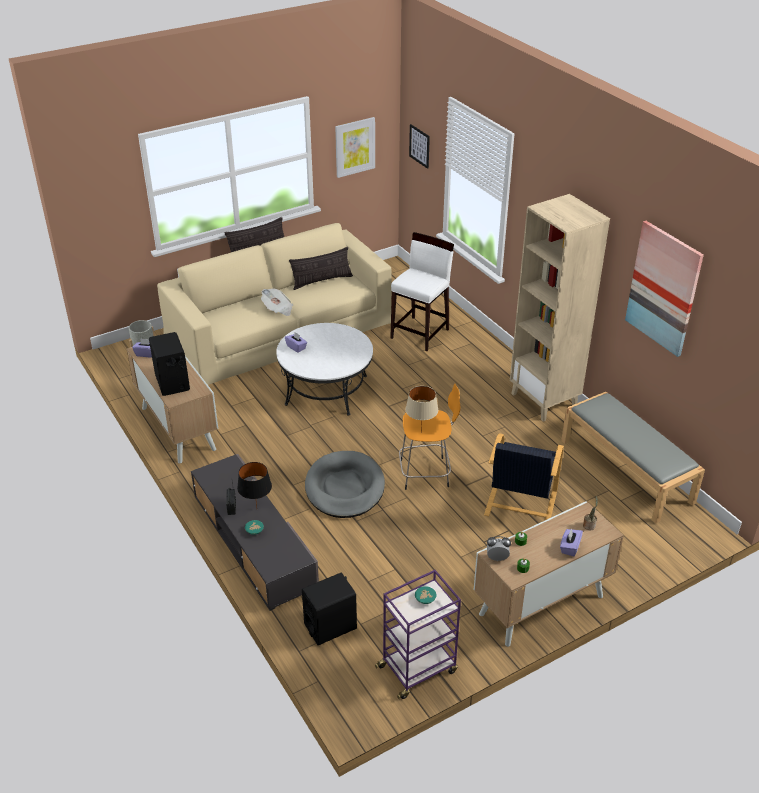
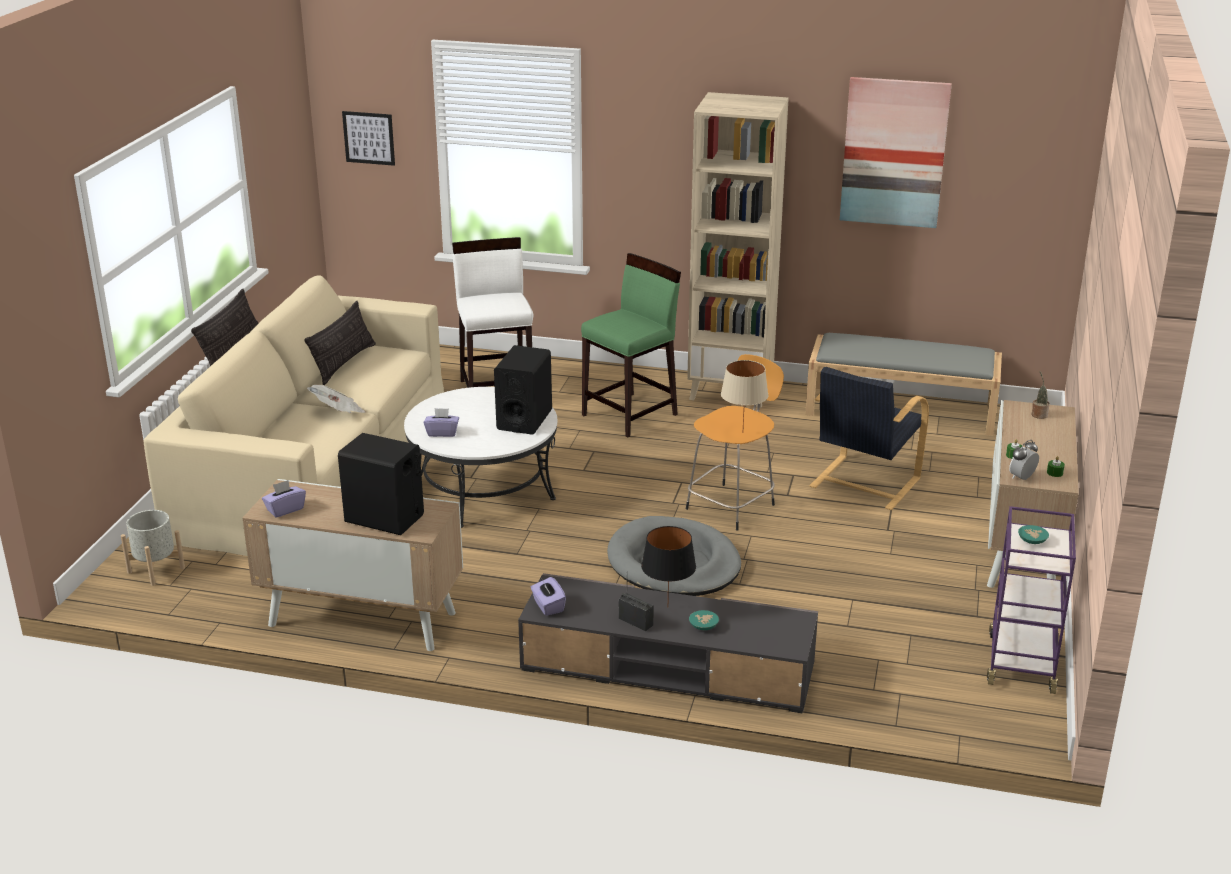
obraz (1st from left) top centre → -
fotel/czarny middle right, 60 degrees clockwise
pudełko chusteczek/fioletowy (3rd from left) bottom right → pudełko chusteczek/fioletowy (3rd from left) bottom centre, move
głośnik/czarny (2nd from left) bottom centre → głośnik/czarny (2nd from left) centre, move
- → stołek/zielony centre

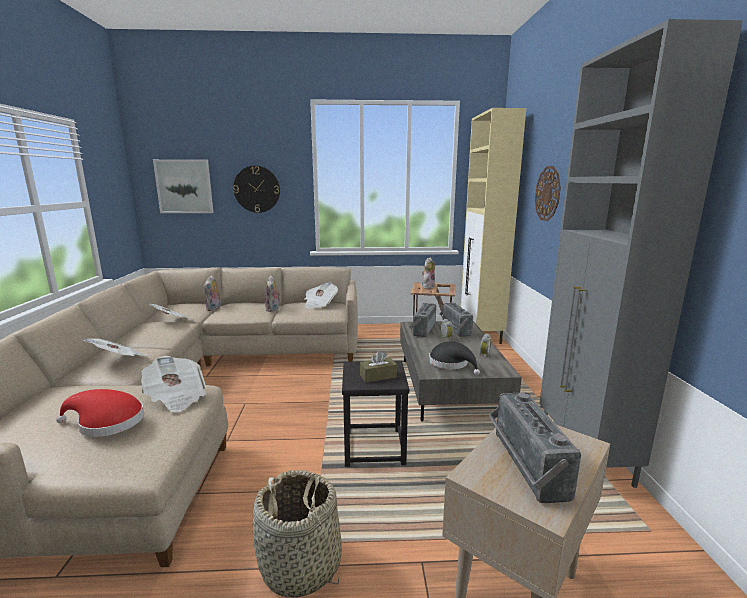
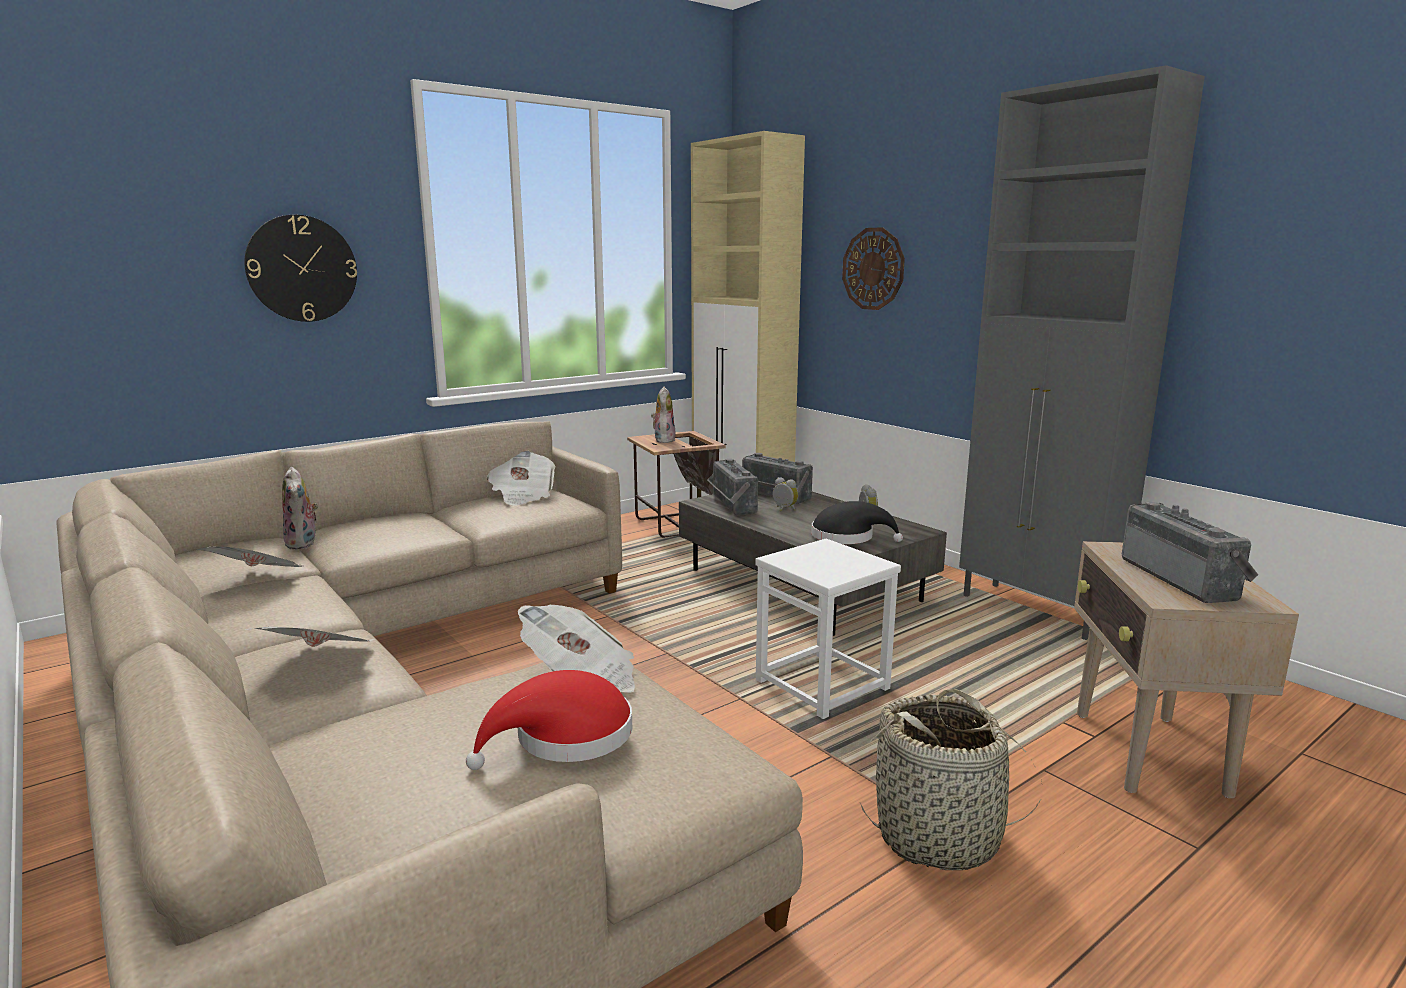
obraz top left → -
pluszak (2nd from left) centre → -
pudełko chusteczek/brązowy centre → -
stołek/czarny bottom centre → stołek/biały centre
radio (3rd from left) bottom right → radio (3rd from left) middle right, 150 degrees counterclockwise

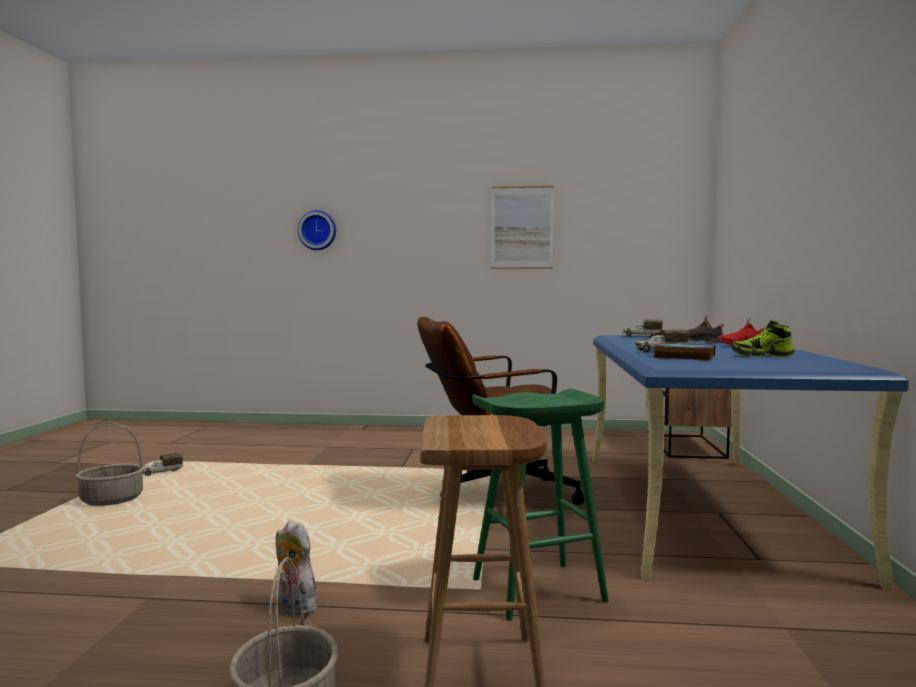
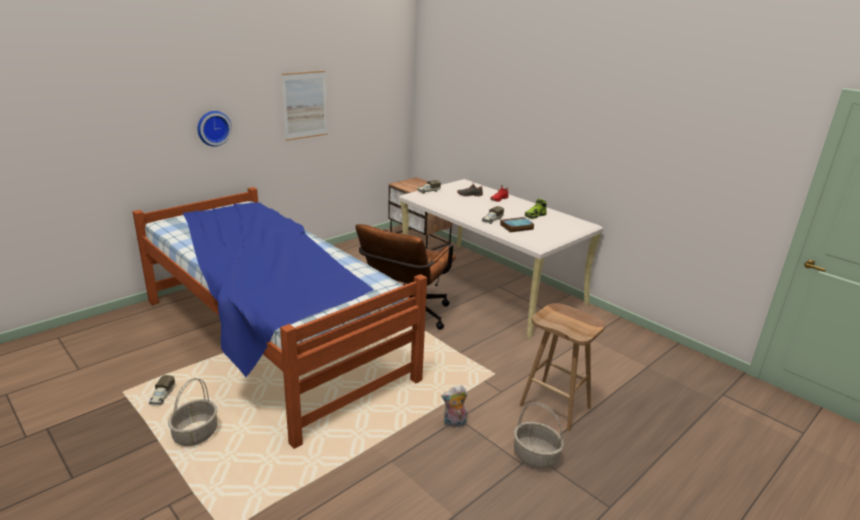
zegar ścienny centre → zegar ścienny top left, move
biurko/niebieski bottom right → biurko/beżowy centre
stołek/zielony bottom centre → -
- → łóżko middle left

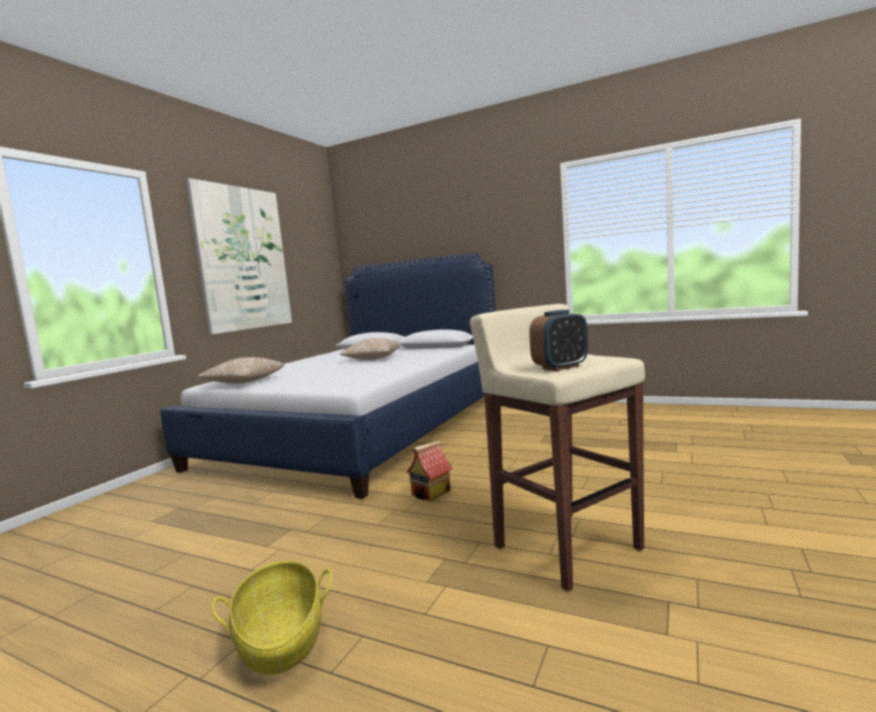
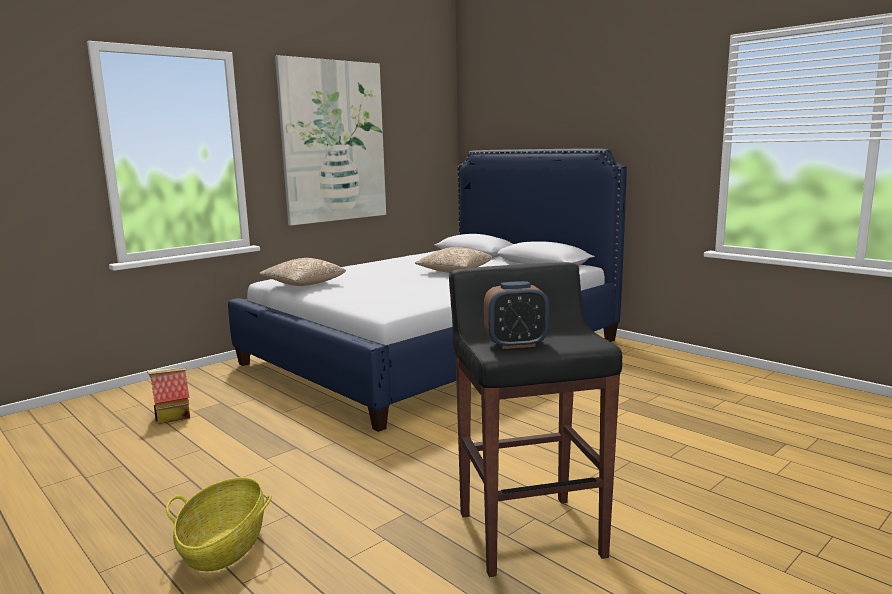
stołek/beżowy centre → stołek/czarny bottom centre
domek centre → domek middle left, move

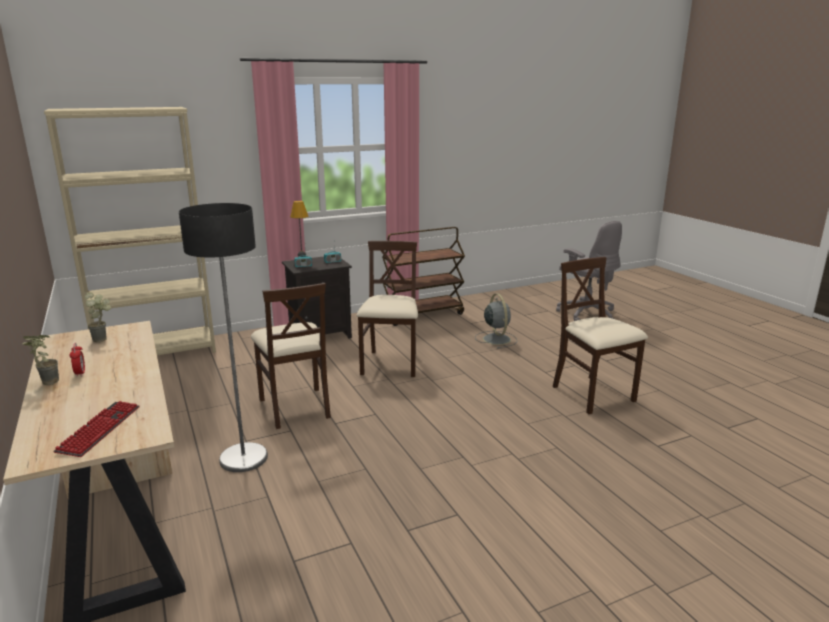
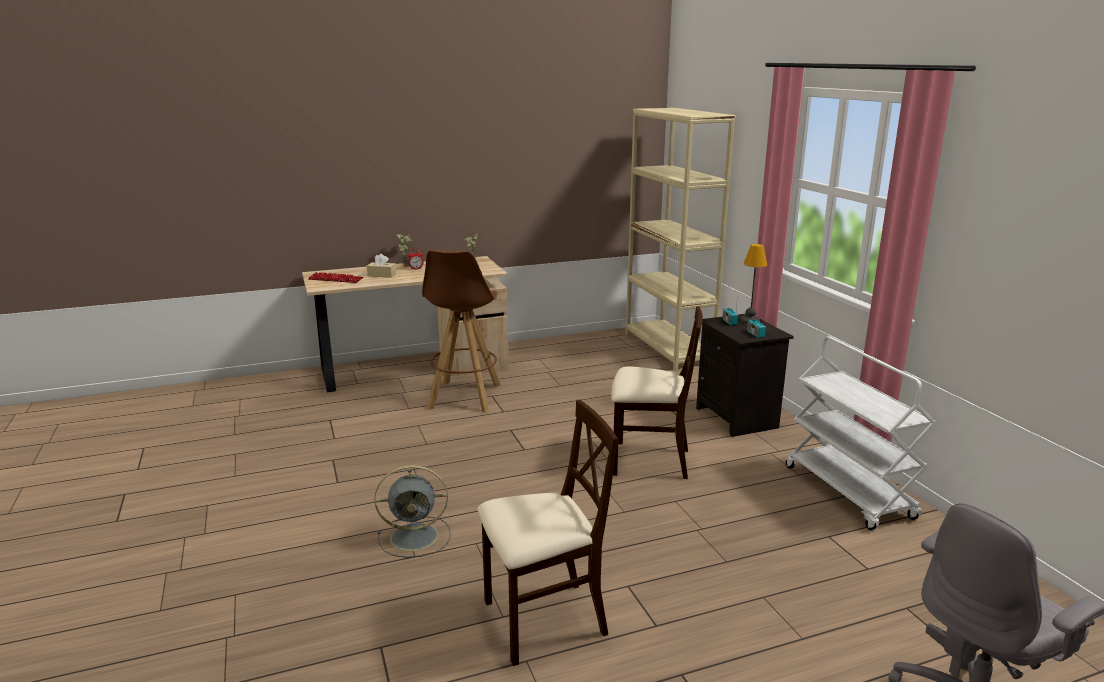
lampa stojąca middle left → stołek/brązowy centre
wózek/brązowy centre → wózek/biały middle right
krzesło/beżowy (1st from left) centre → -
wentylator/szary centre → wentylator/szary bottom centre, move
- → pudełko chusteczek/beżowy centre

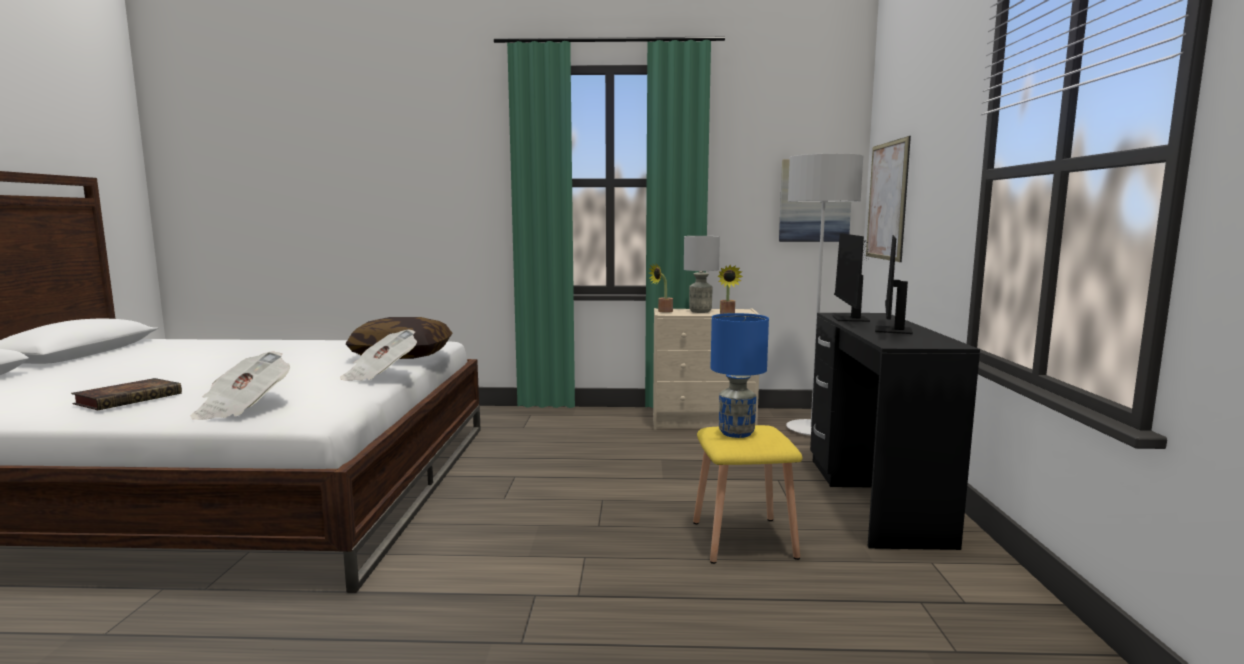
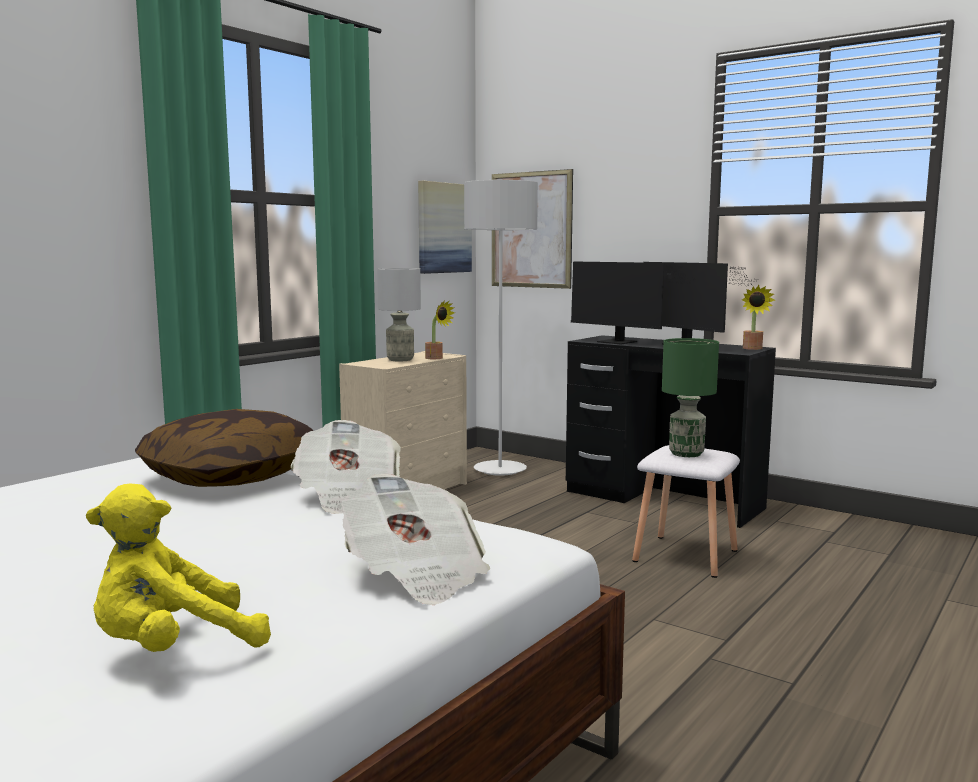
roślina doniczkowa (1st from left in the first image) centre → roślina doniczkowa (2nd from left) middle right, move
lampa stołowa/niebieski centre → lampa stołowa/zielony middle right
książka middle left → pluszak/żółty bottom left
stołek/żółty bottom centre → stołek/biały middle right

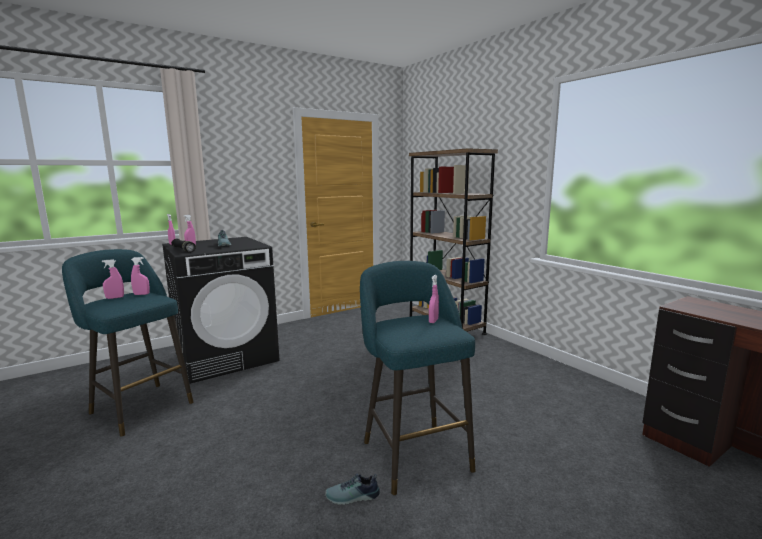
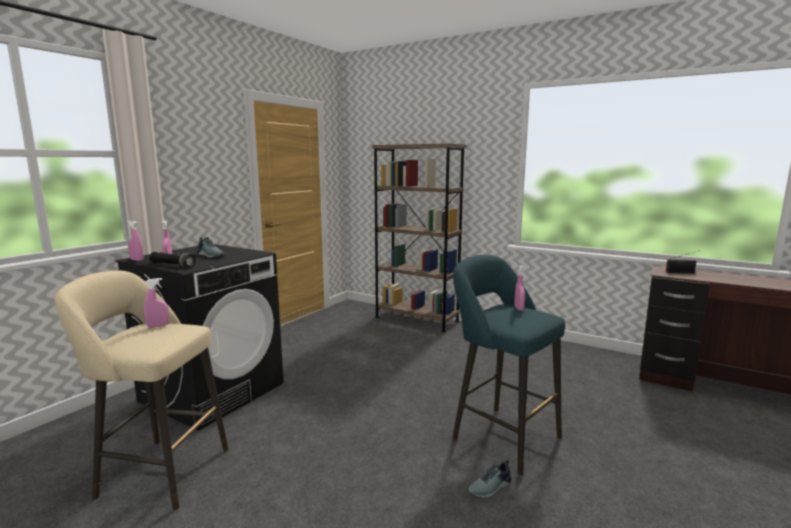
stołek/turkusowy (1st from left) middle left → stołek/beżowy bottom left
spryskiwacz/różowy (1st from left) middle left → -
- → radio middle right

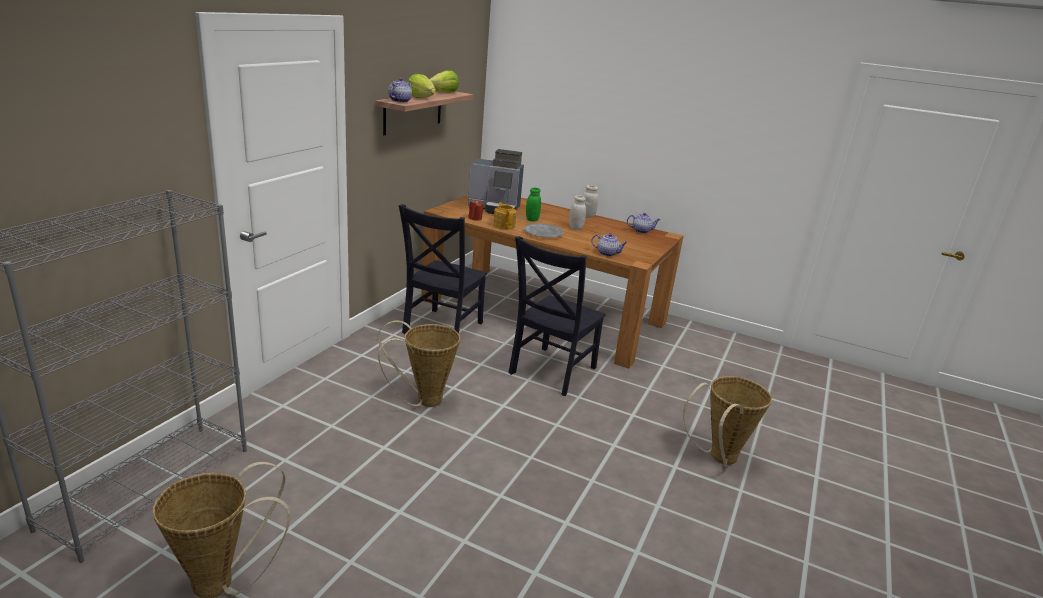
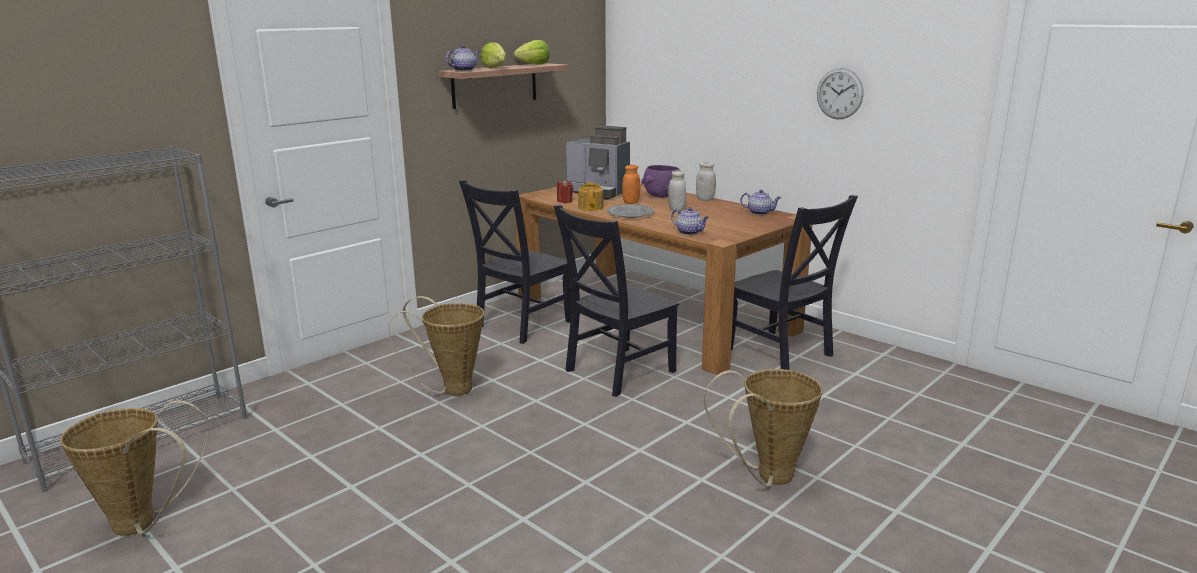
słoik/zielony centre → słoik/pomarańczowy top centre
- → zegar ścienny top right
- → miska/fioletowy top centre
- → krzesło/czarny (3rd from left) centre

